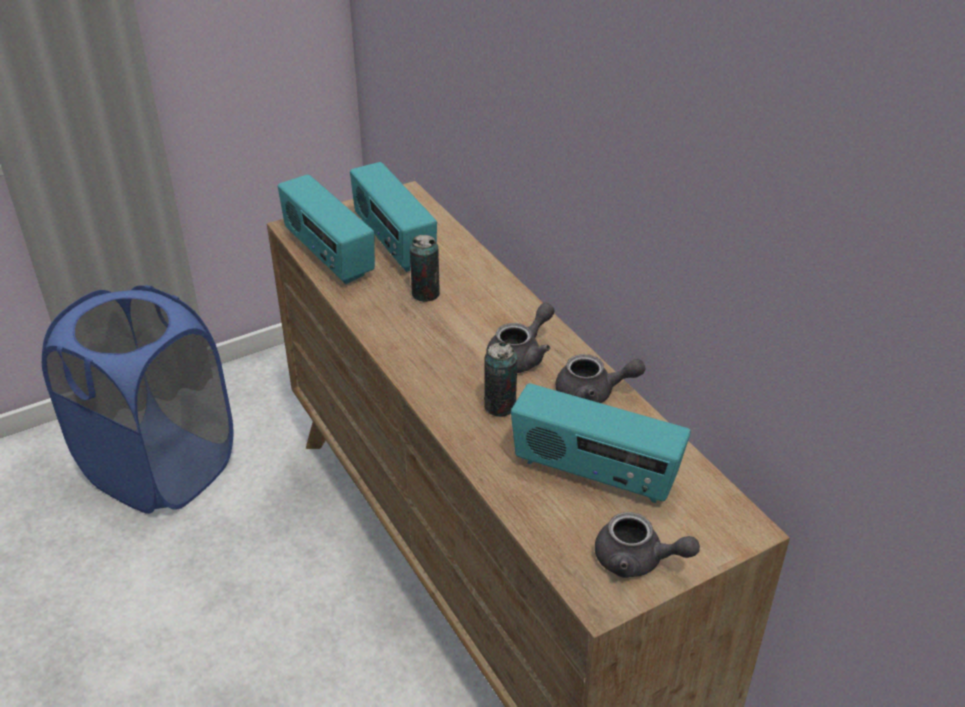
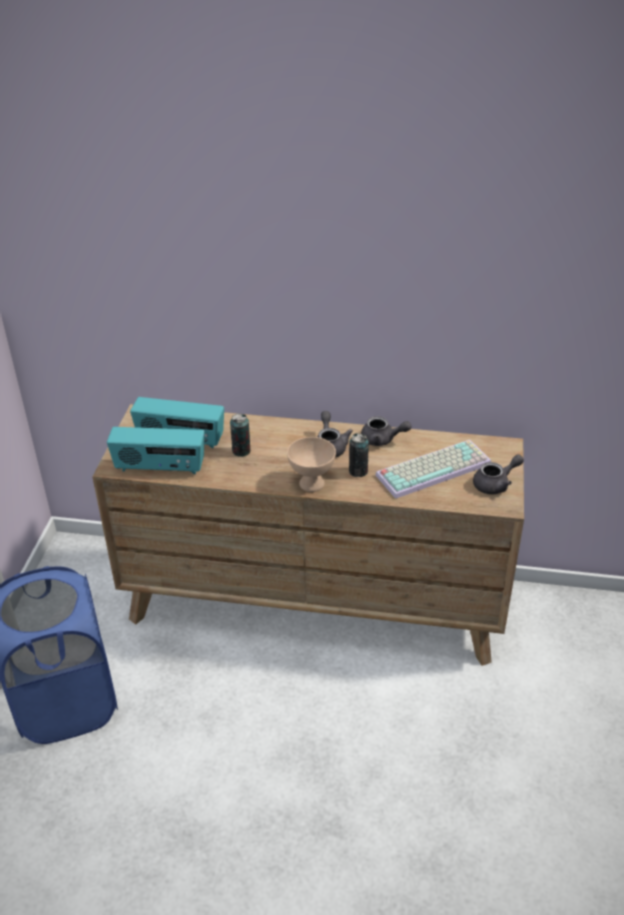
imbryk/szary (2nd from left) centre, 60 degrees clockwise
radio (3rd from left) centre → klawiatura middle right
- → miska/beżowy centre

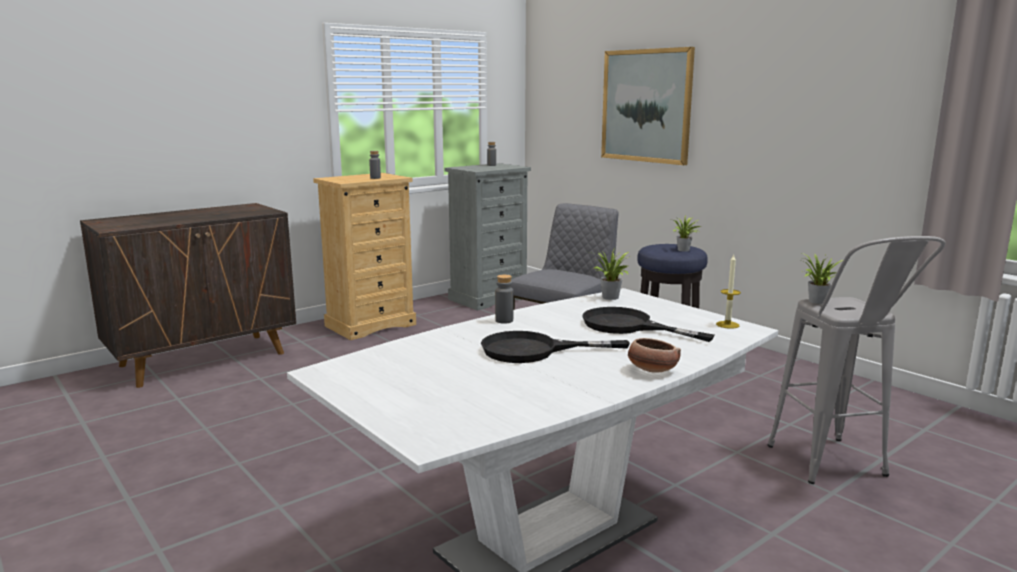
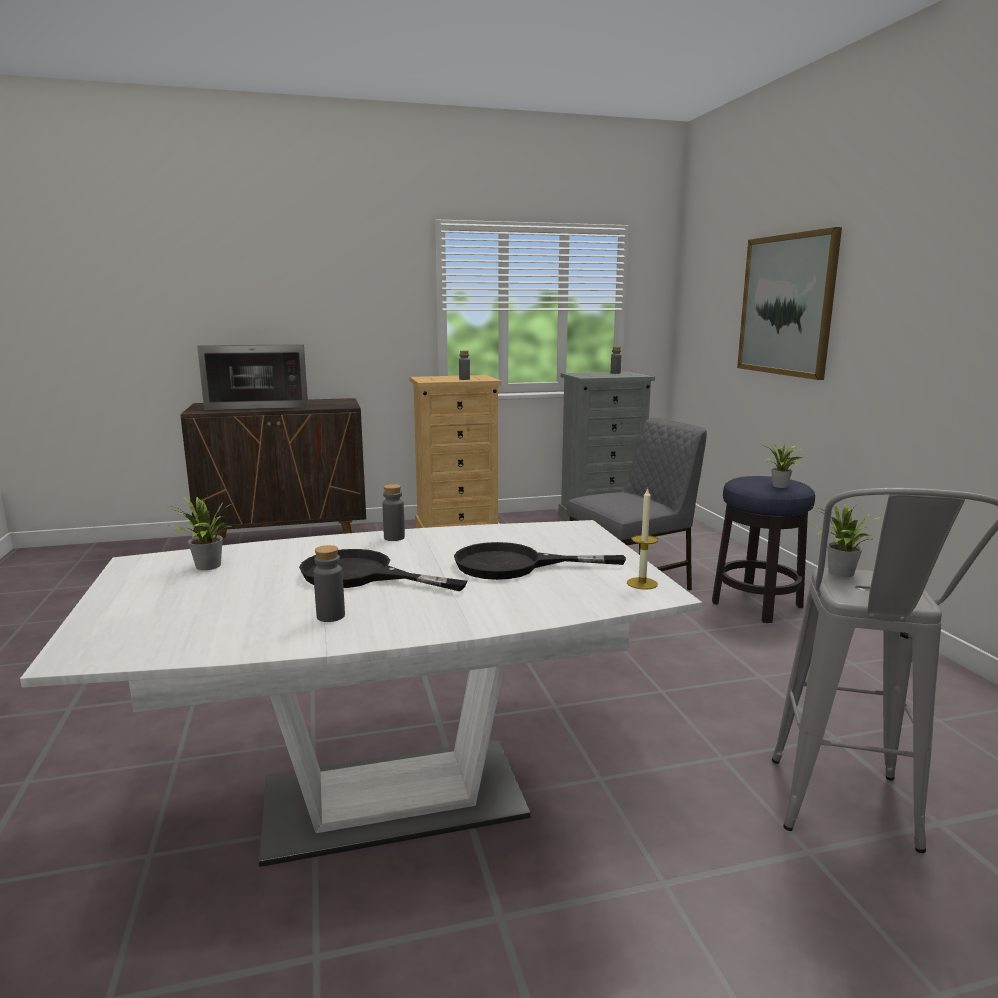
roślina doniczkowa (1st from left) centre → roślina doniczkowa (1st from left) middle left, move
patelnia/czarny (2nd from left) centre, 60 degrees counterclockwise
miska centre → -
- → mikrofalówka middle left
- → butelka/szary (1st from left) middle left

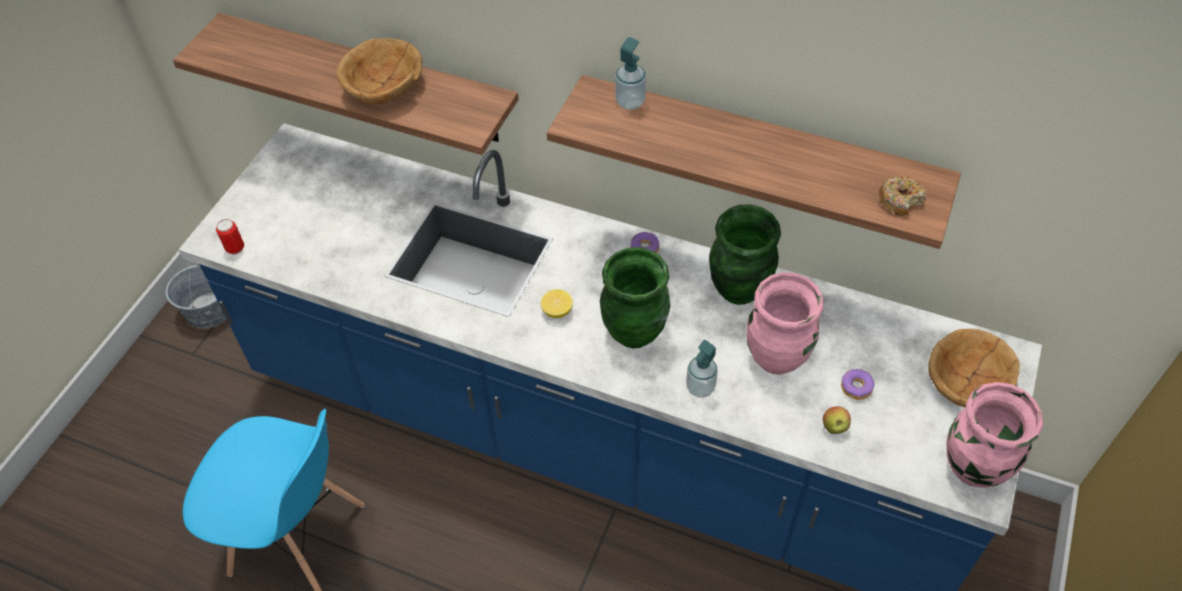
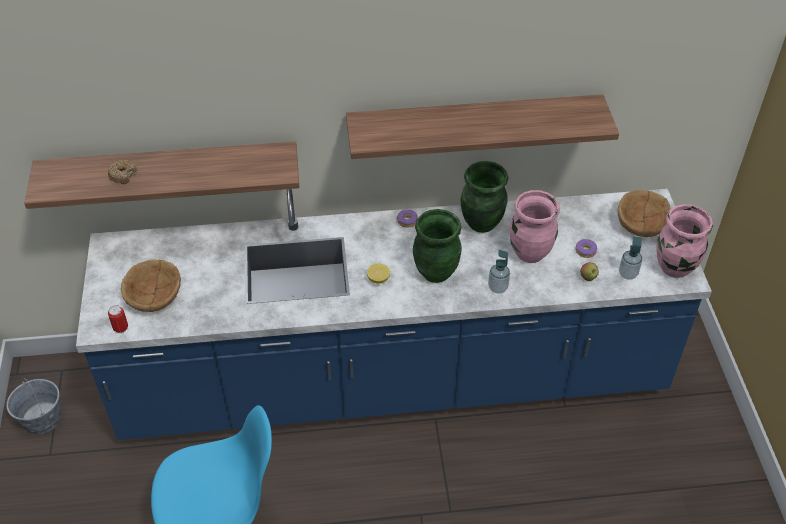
dozownik mydła (1st from left in the first image) top centre → dozownik mydła (2nd from left) middle right, move
miska/brązowy (1st from left) top left → miska/brązowy (1st from left) middle left, move
donut (3rd from left in the first image) top right → donut (1st from left) top left, move

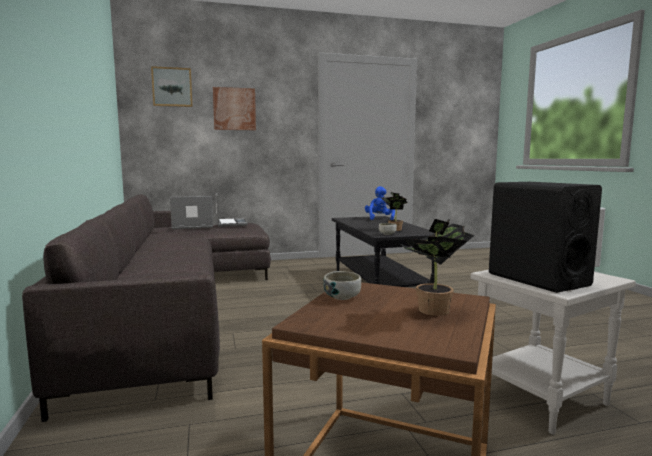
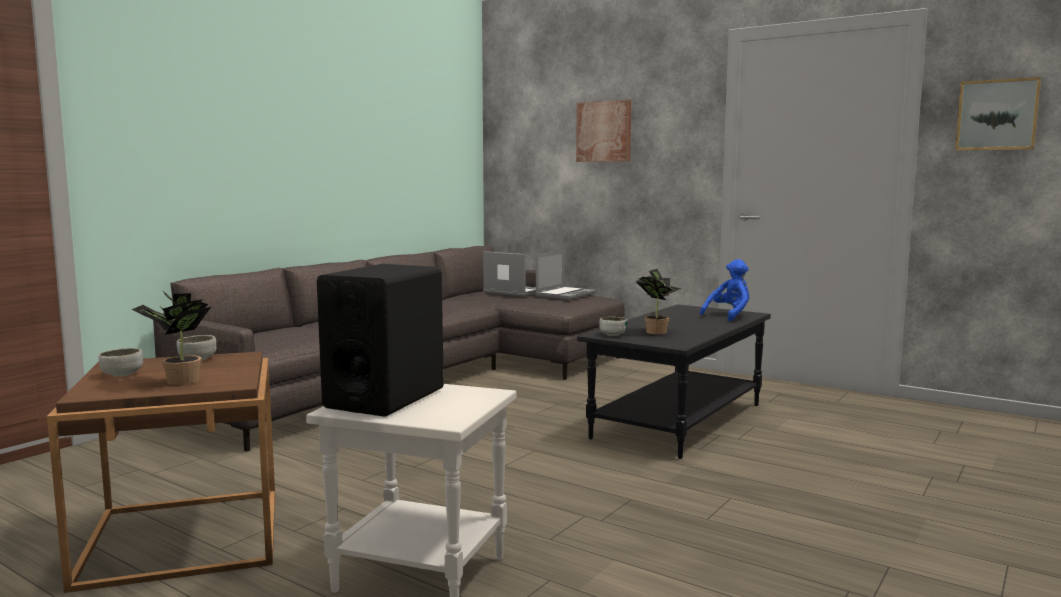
obraz (1st from left in the first image) top left → obraz (2nd from left) top right, move
- → miska (1st from left) middle left

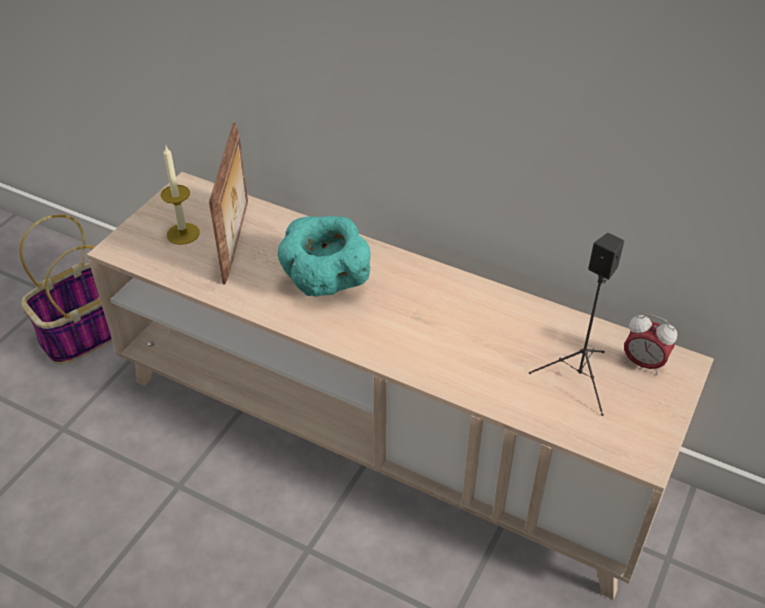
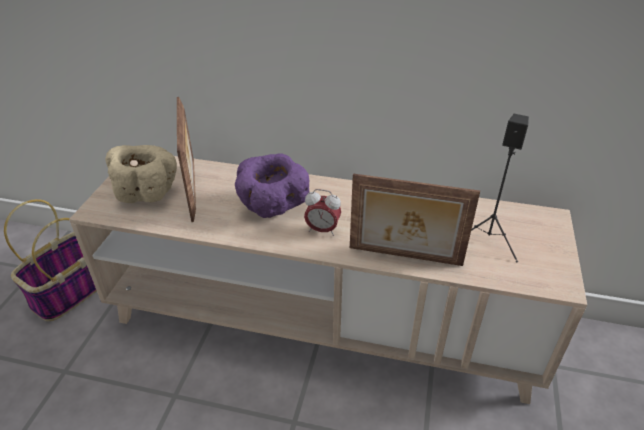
świeca top left → miska/beżowy middle left
miska/turkusowy centre → miska/fioletowy centre
budzik middle right → budzik centre, move
- → ramka na zdjęcie (2nd from left) centre

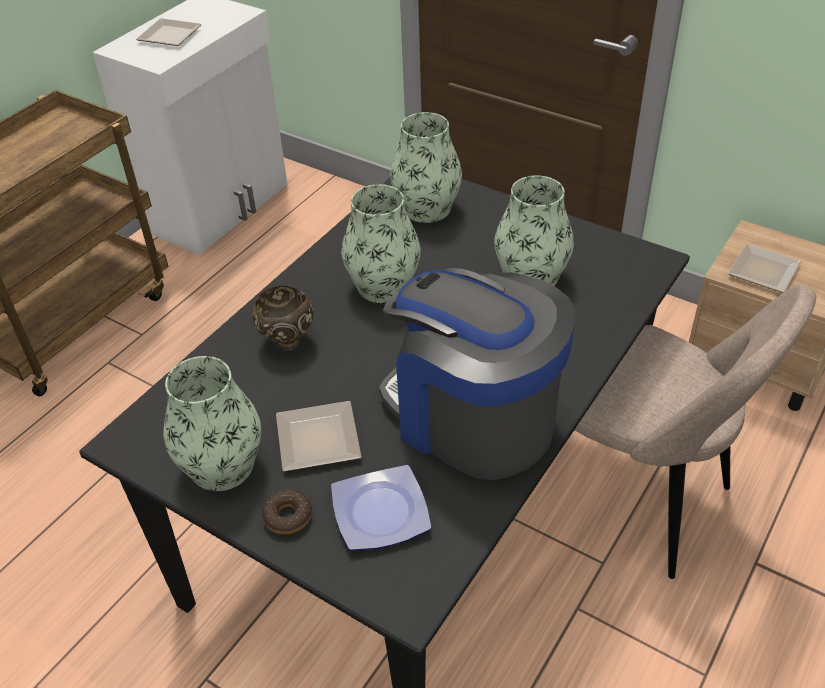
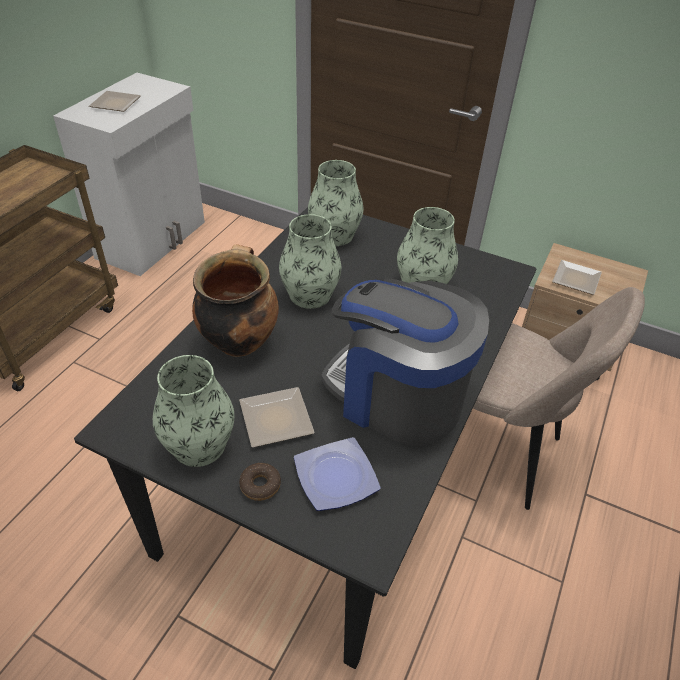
miska/brązowy centre → garnek centre

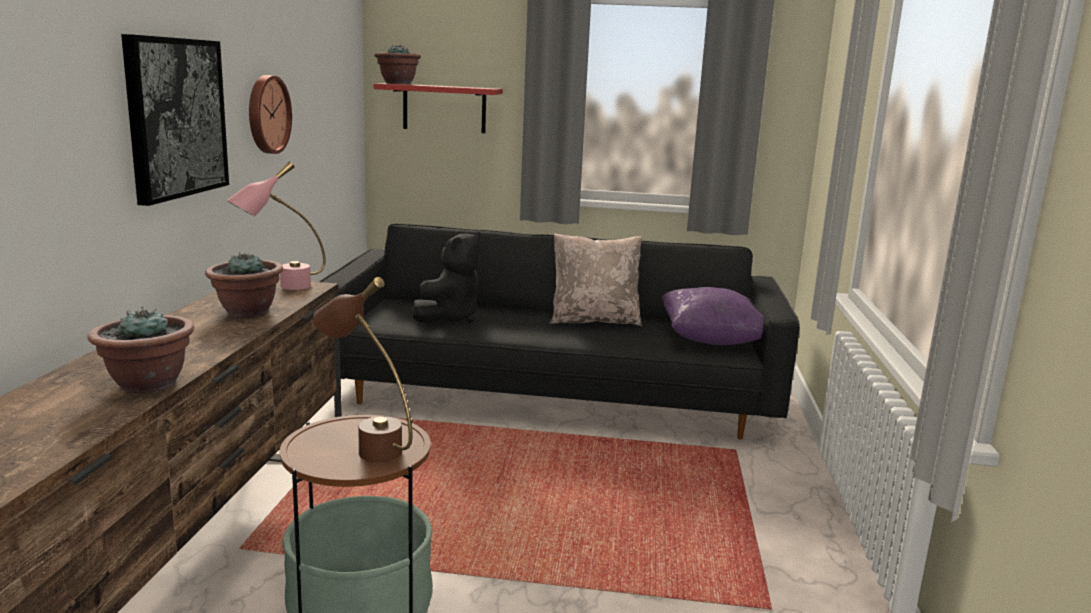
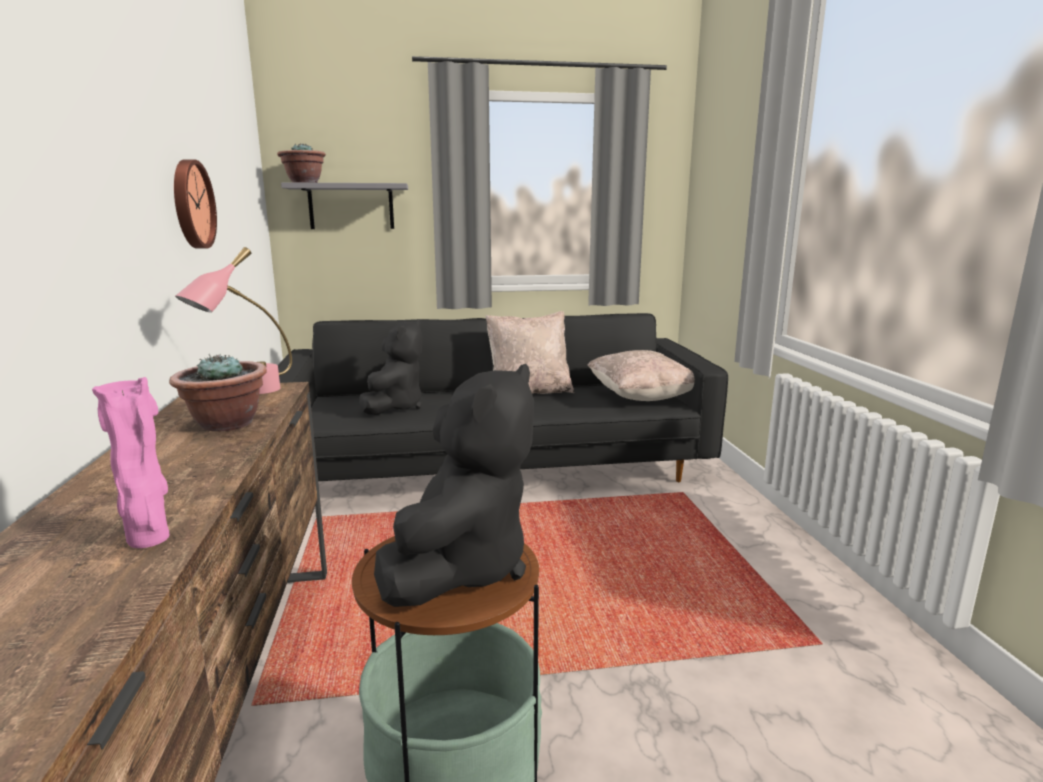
obraz top left → -
półka/czerwony top centre → półka/szary top left
lampa stołowa/brązowy middle left → pluszak/czarny (2nd from left) centre
poduszka/fioletowy centre → poduszka/beżowy (2nd from left) centre
roślina doniczkowa (1st from left) middle left → wazon/różowy middle left

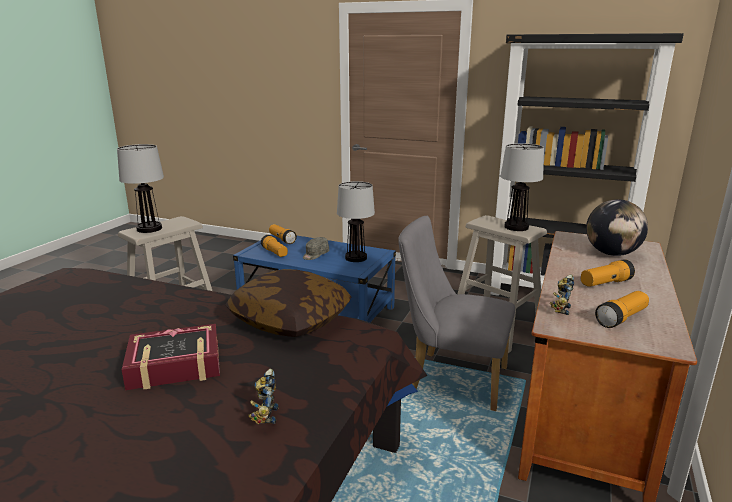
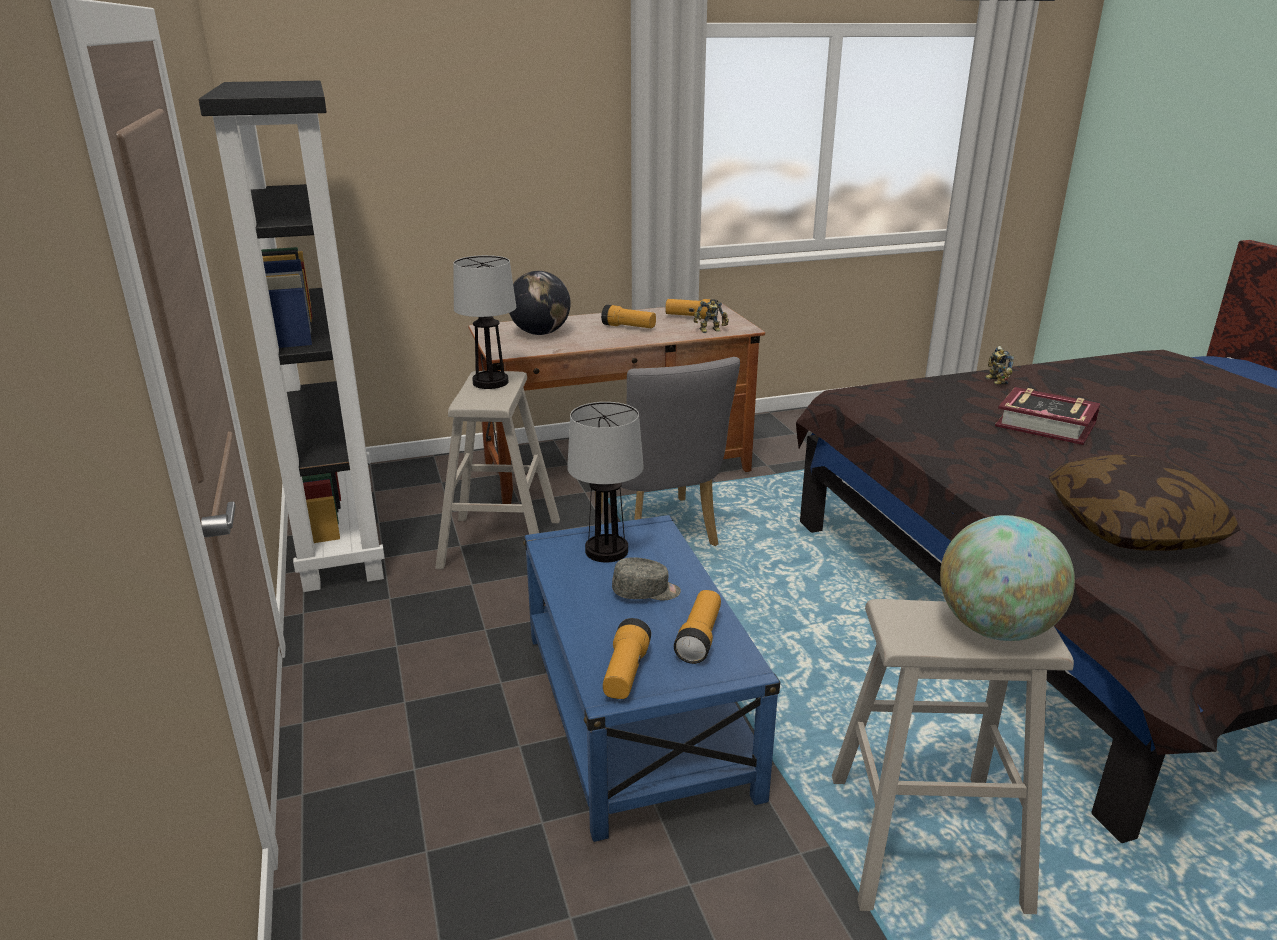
lampa stołowa (1st from left) middle left → globus (2nd from left) middle right
poduszka centre → poduszka middle right, move
robot zabawkowy (1st from left in the first image) bottom centre → robot zabawkowy (2nd from left) middle right, 120 degrees clockwise

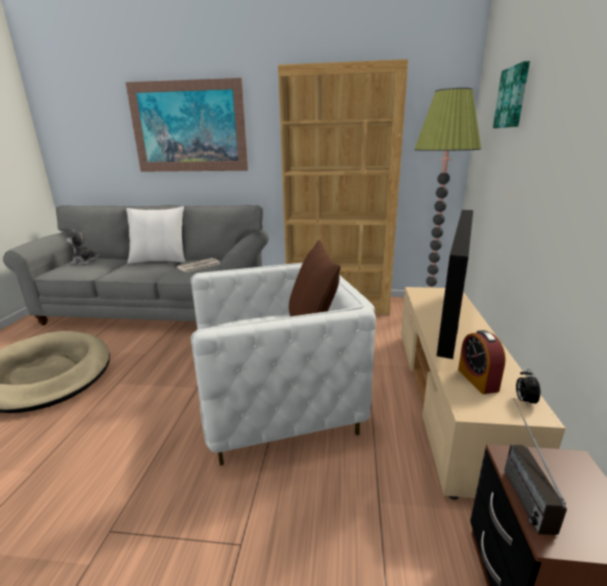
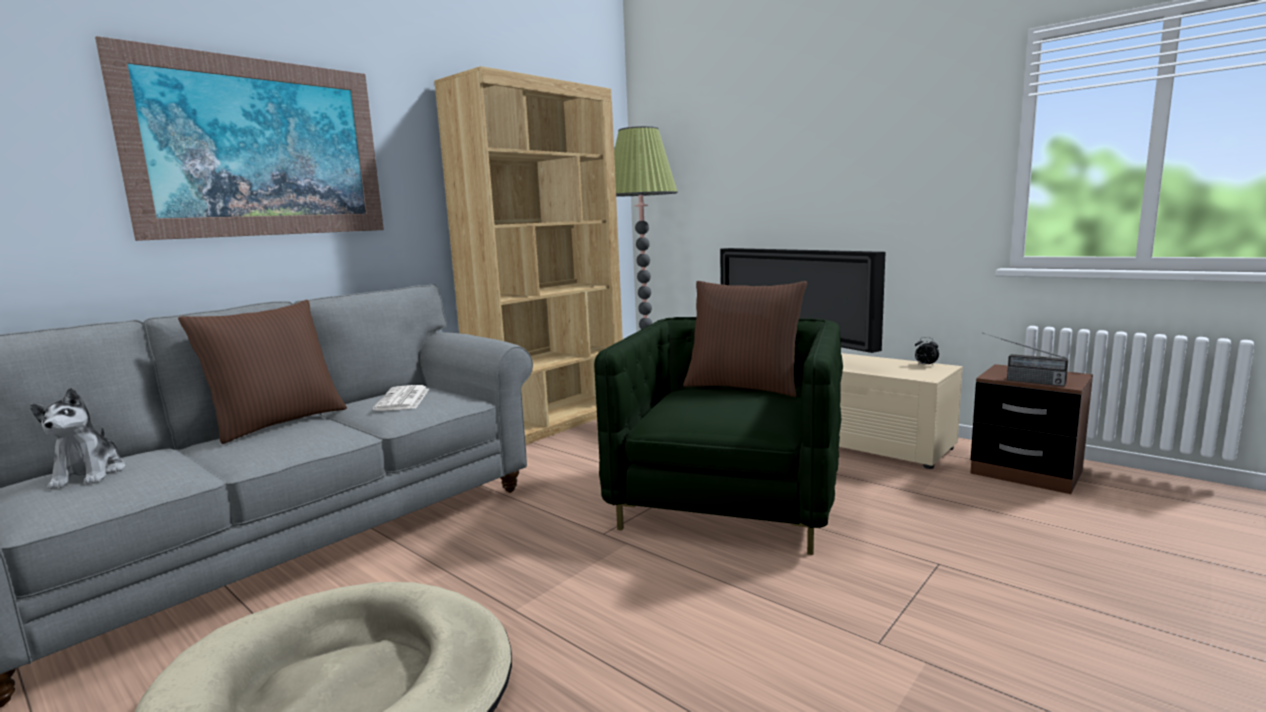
obraz (2nd from left) top right → -
poduszka/biały middle left → poduszka/brązowy (1st from left) middle left
pluszak middle left, 60 degrees counterclockwise
fotel/biały centre → fotel/zielony centre
budzik (1st from left) middle right → -

